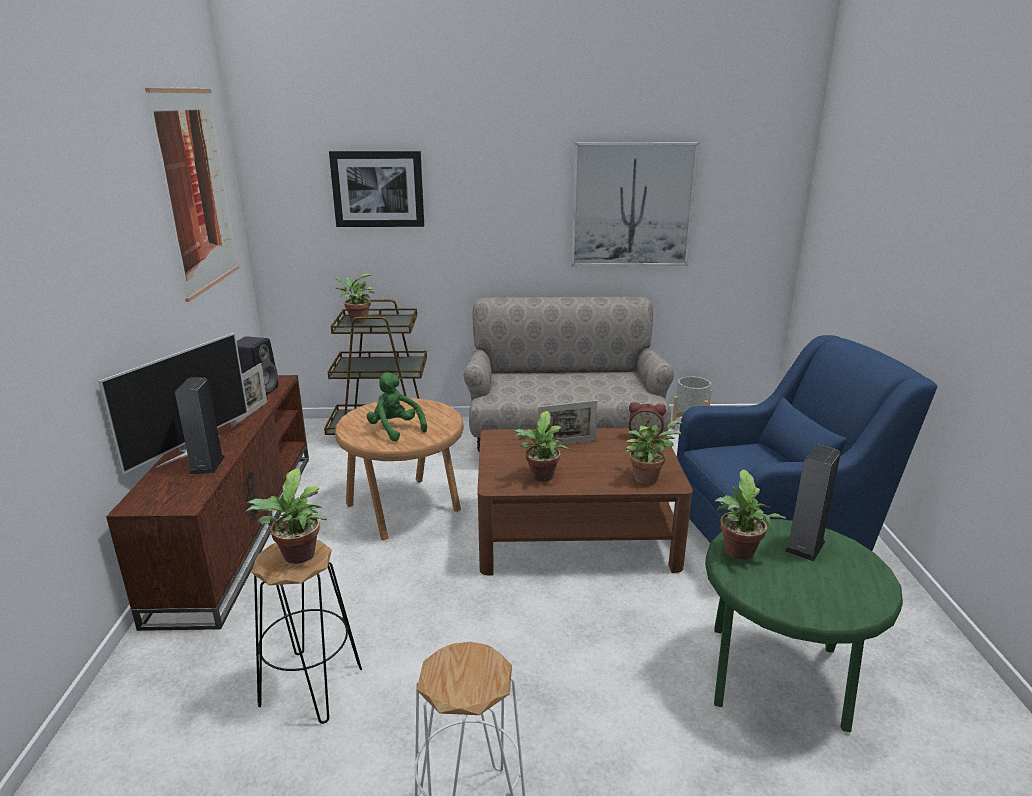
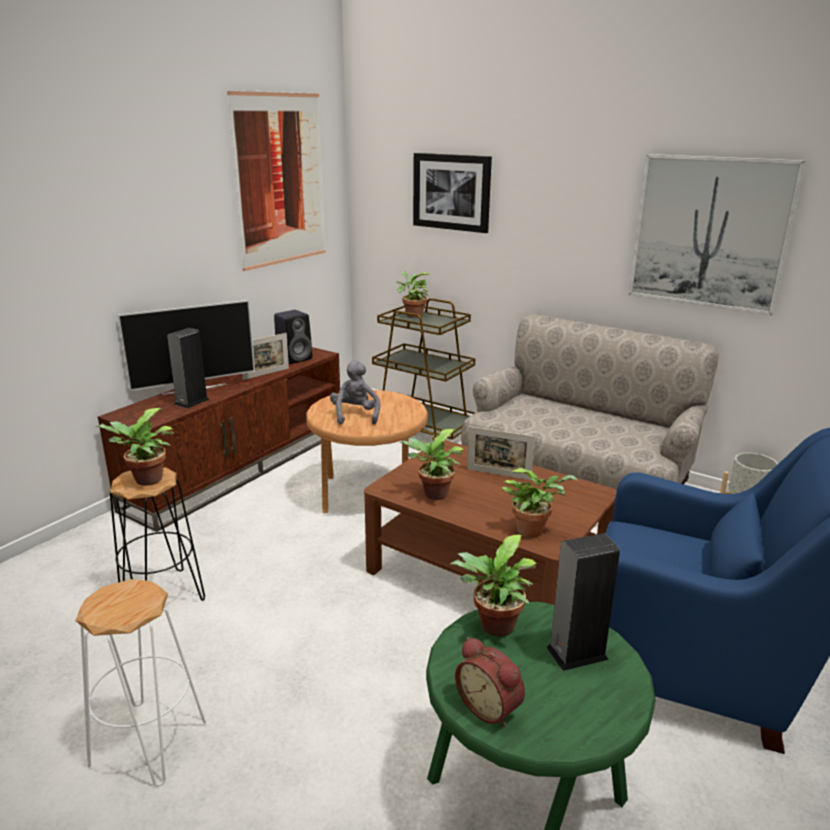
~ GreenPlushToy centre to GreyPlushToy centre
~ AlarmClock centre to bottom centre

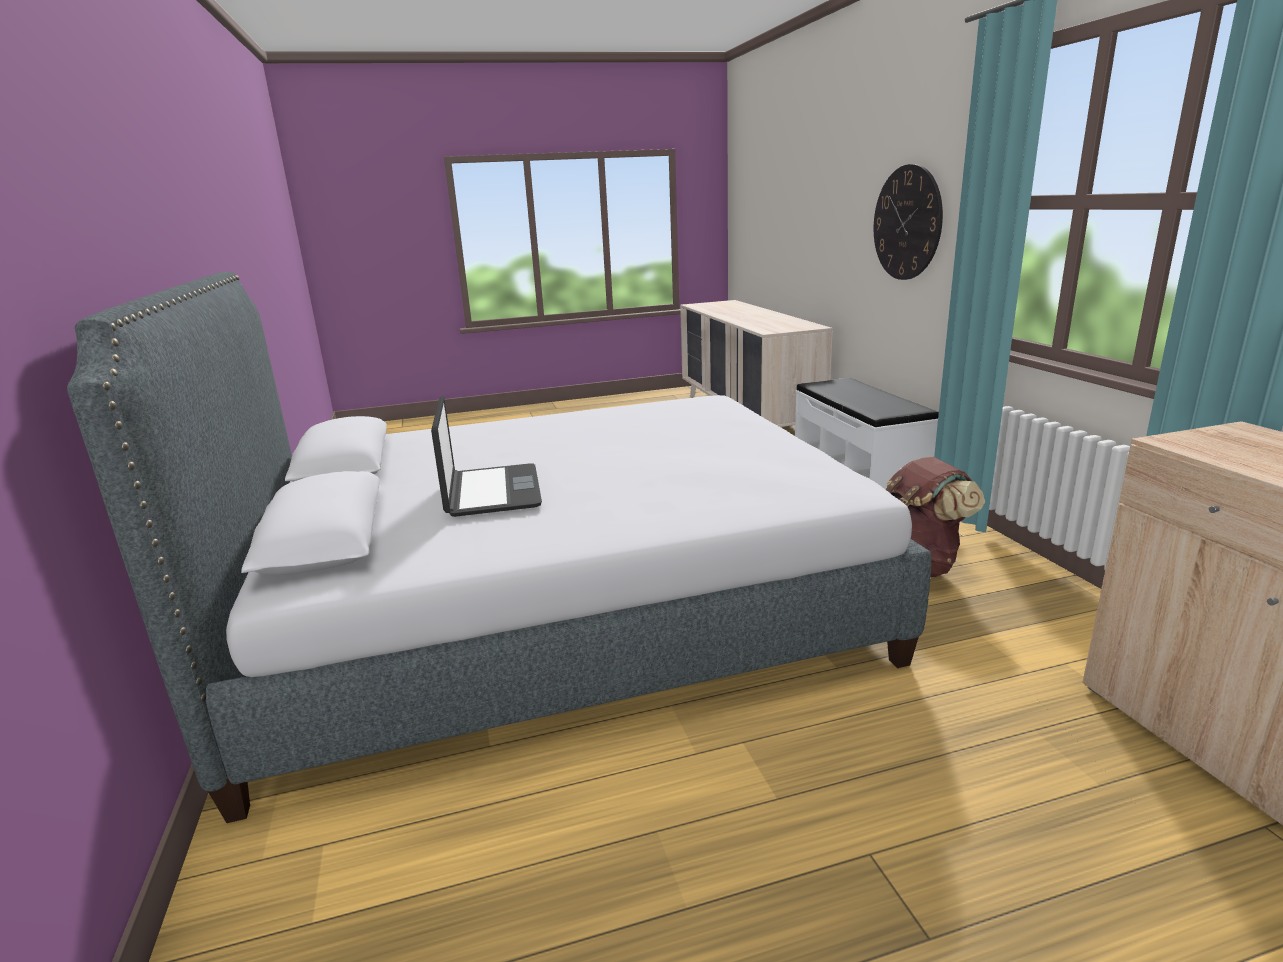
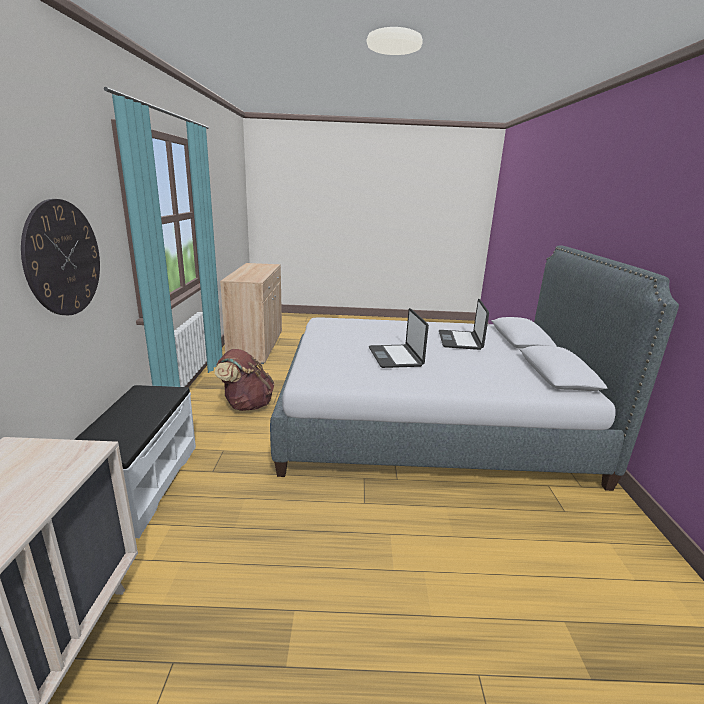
+ Laptop (1st from left) centre

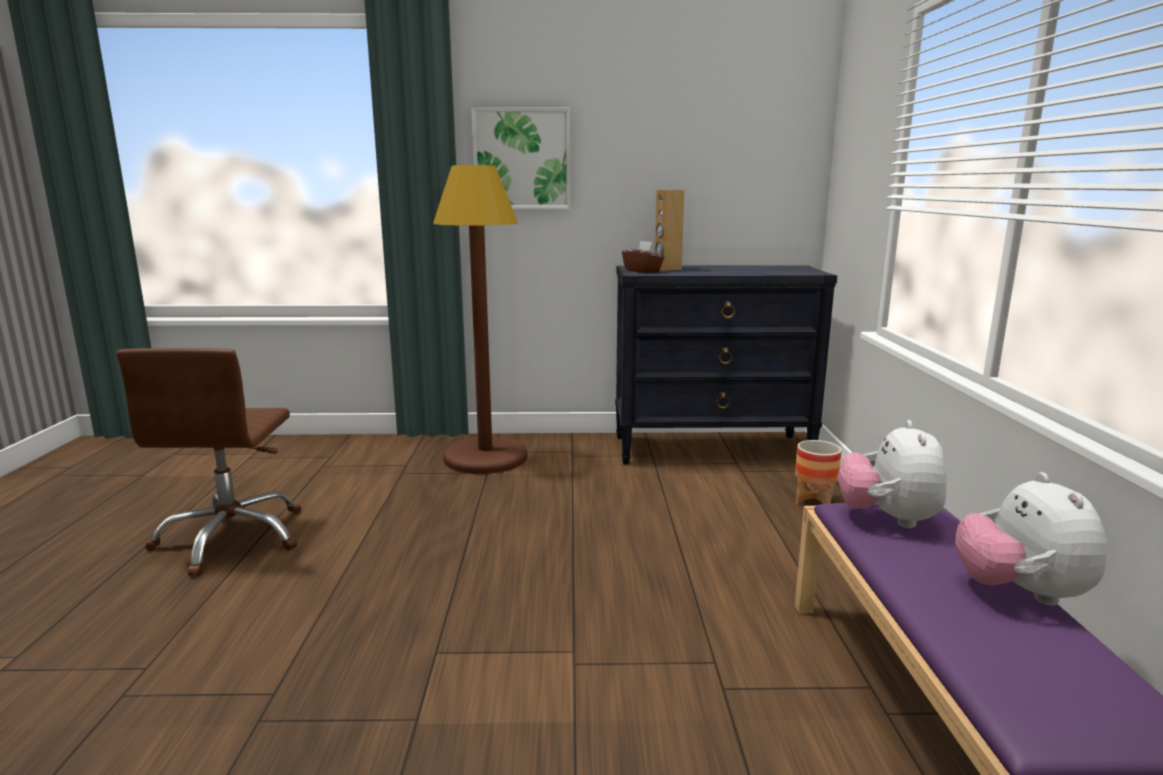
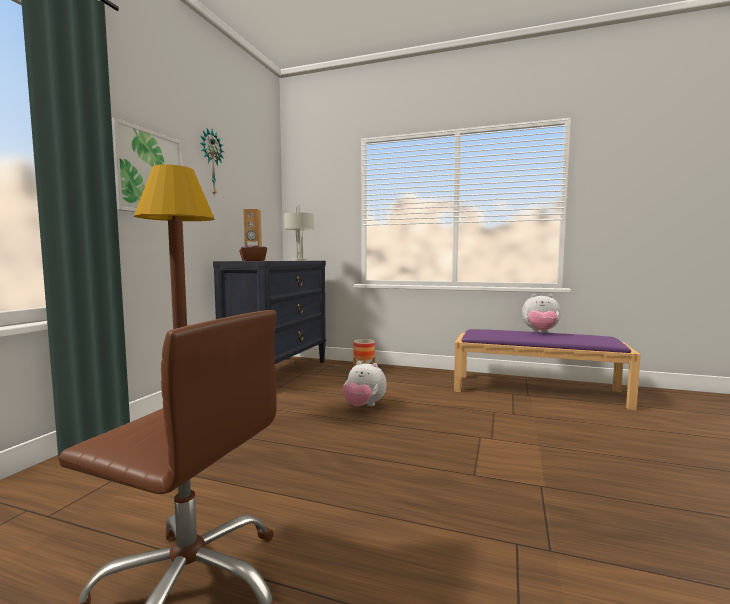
~ PlushToy (1st from left) middle right to centre
+ HangingClock top left
+ GreyTableLamp centre

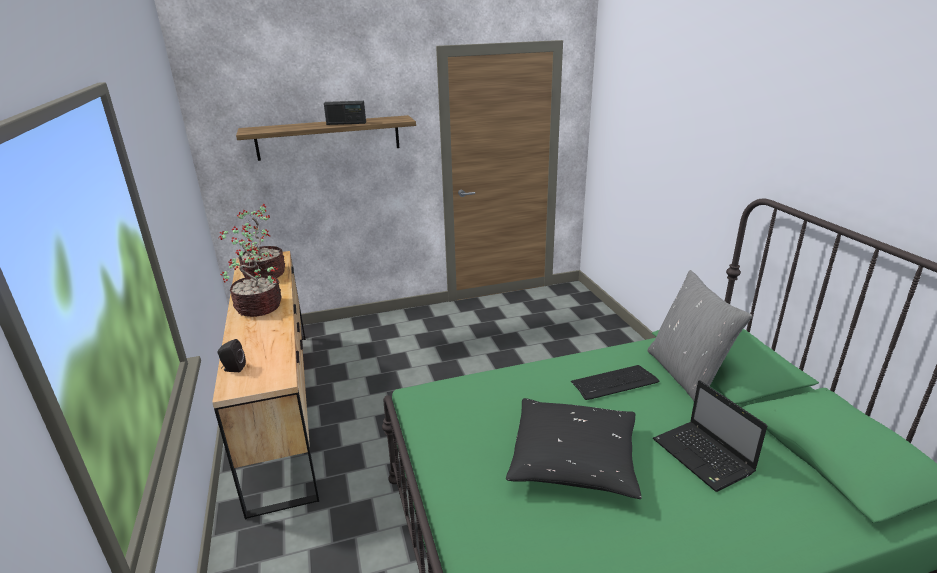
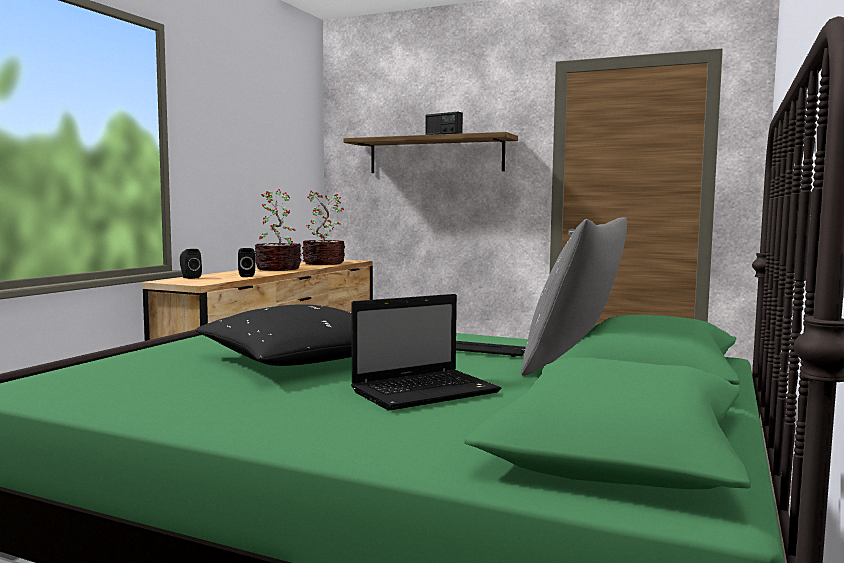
~ Laptop bottom right = centre 135 degrees counterclockwise
+ BlackishLoudspeaker (2nd from left) middle left

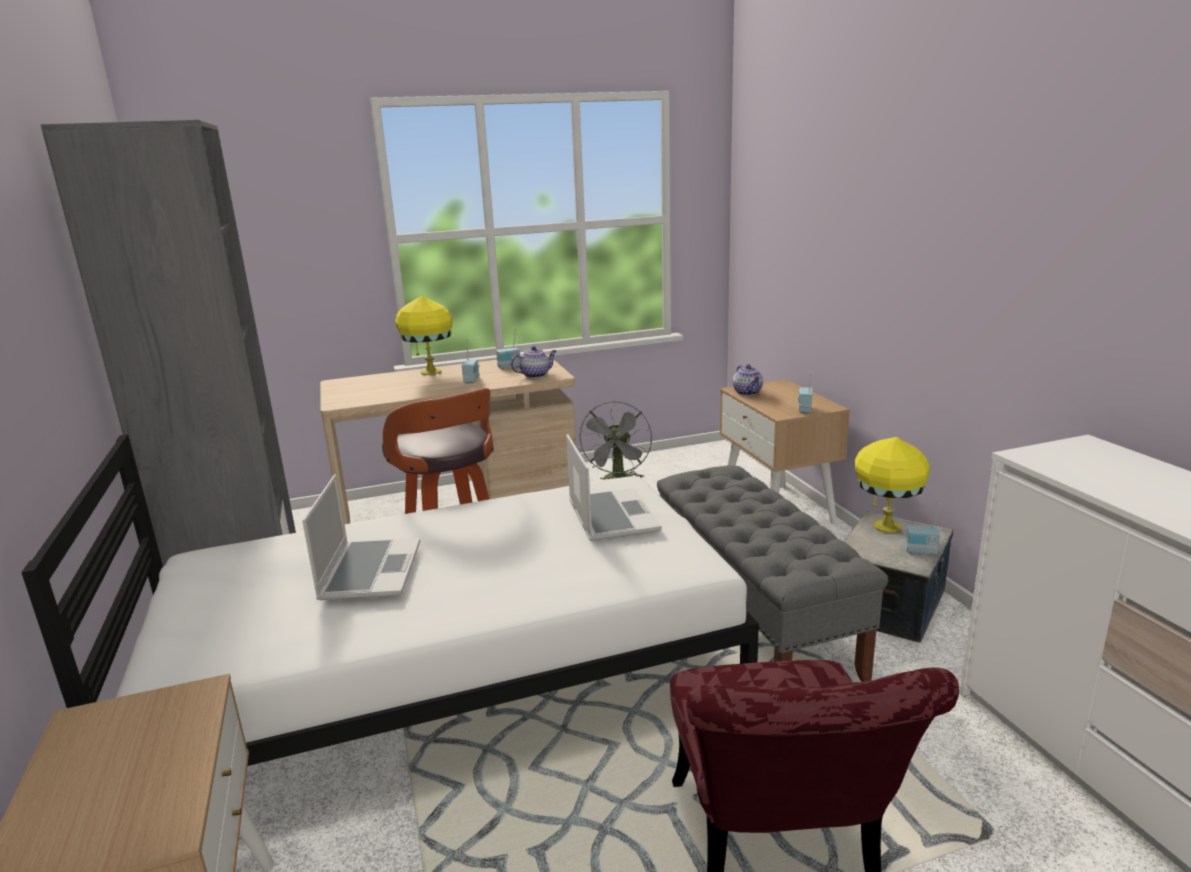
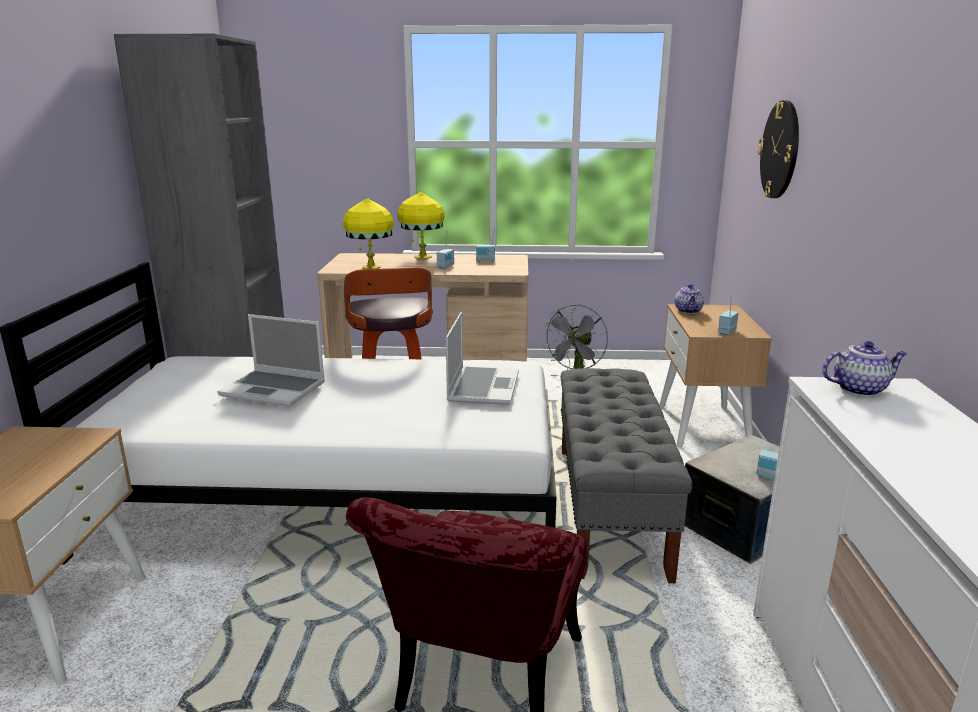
~ PotForTea (1st from left in the first image) centre to PotForTea (2nd from left) middle right
~ YellowColouredTableLamp (2nd from left in the first image) middle right to YellowColouredTableLamp (1st from left) top centre
~ Laptop (1st from left) middle left = middle left 90 degrees clockwise
+ HangingClock top right

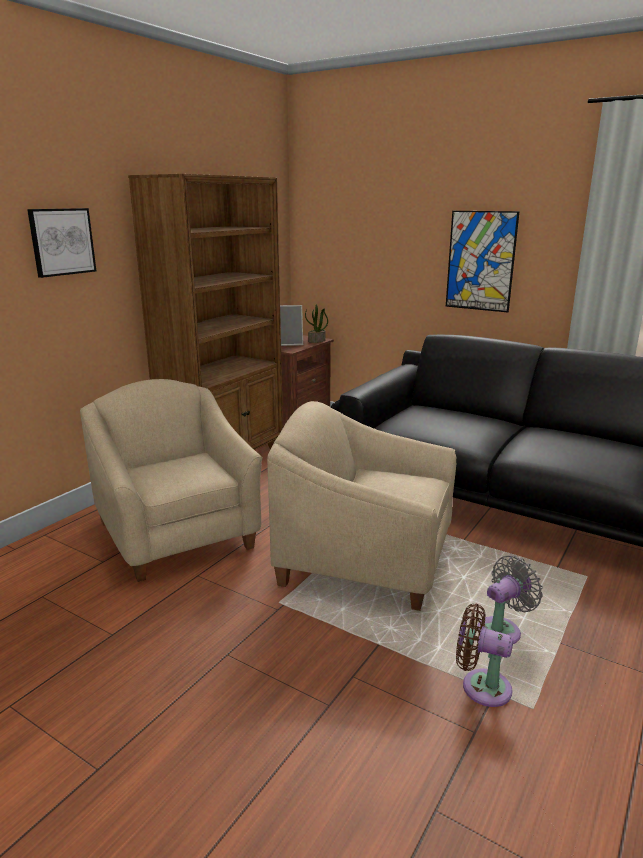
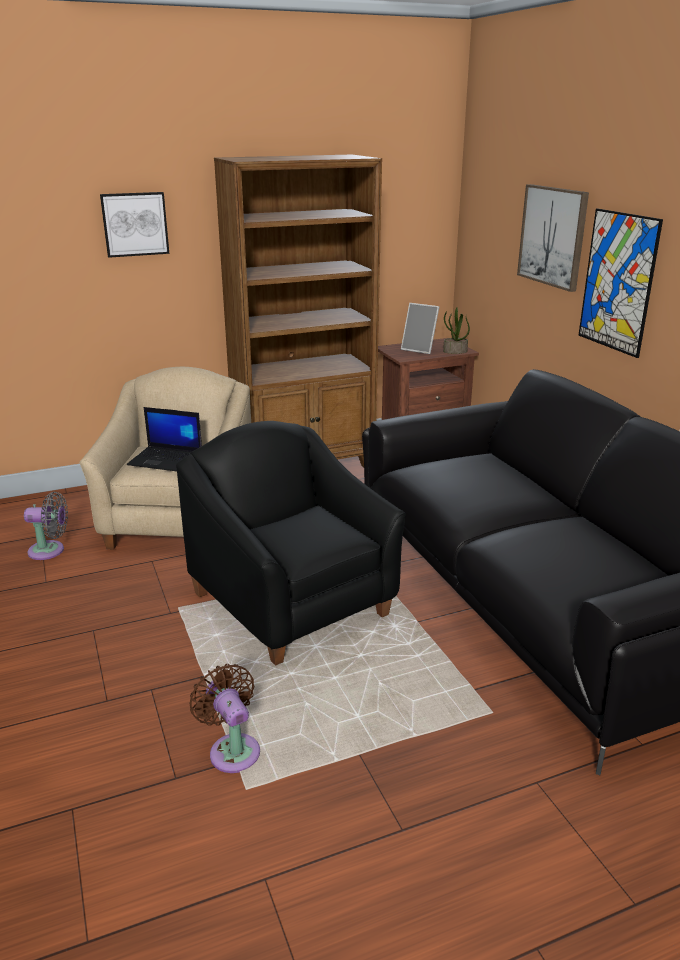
~ BeigeLoungeChair (2nd from left) centre to BlackishLoungeChair centre
~ GreyCoolingFan bottom right to middle left
+ WallArt (2nd from left) top right
+ Laptop middle left

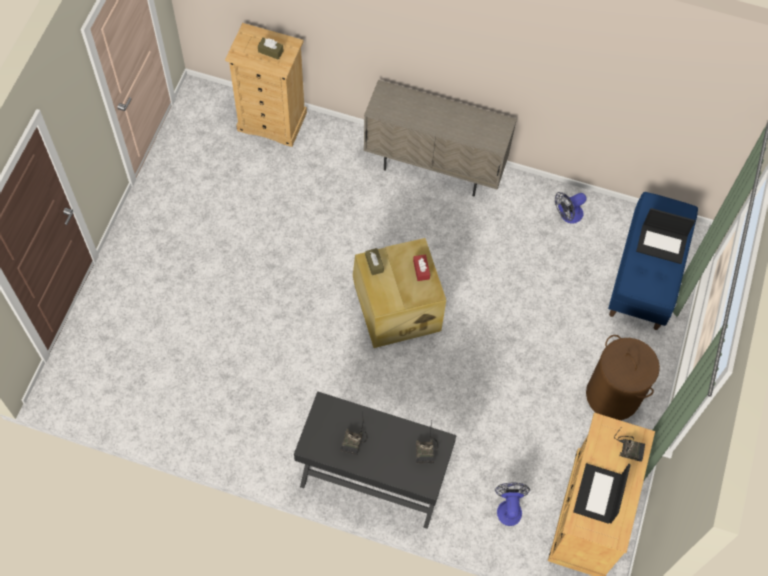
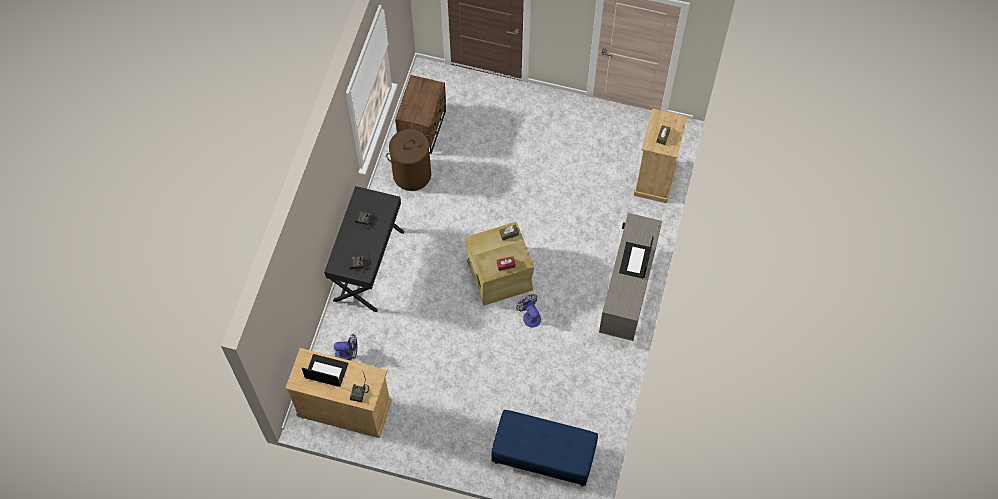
~ CoolingFan (2nd from left) middle right to centre
~ Laptop (2nd from left) middle right to centre
~ BrownHamper middle right to top centre
+ BrownBedsideTable top centre

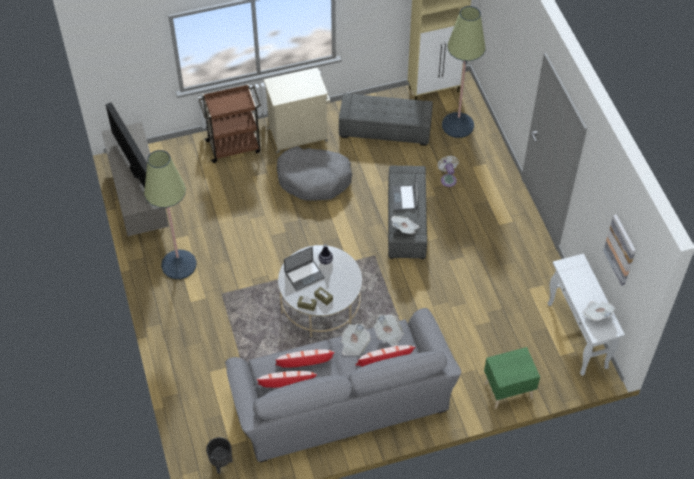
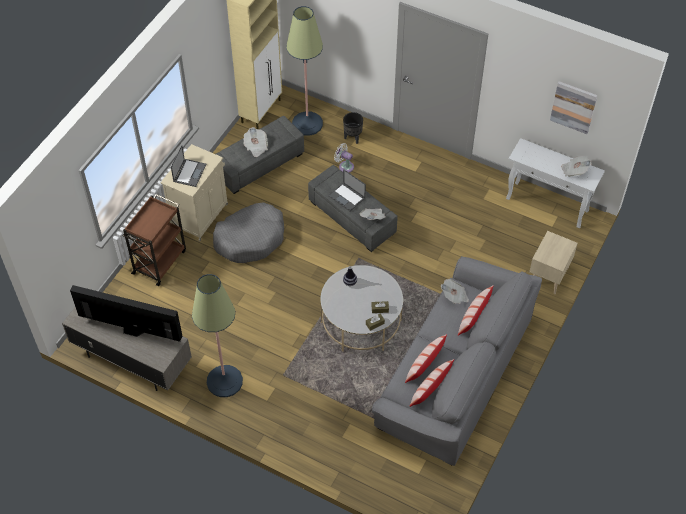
~ Laptop (1st from left) centre to top left
~ DailyPaper (1st from left) bottom centre to top centre
~ GreenBedsideTable bottom right to BeigeBedsideTable middle right
~ BlackishPlantPot bottom left to top centre

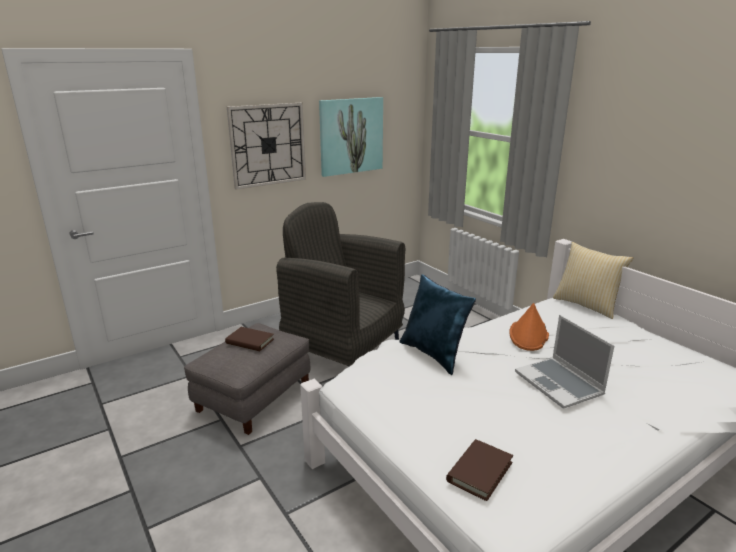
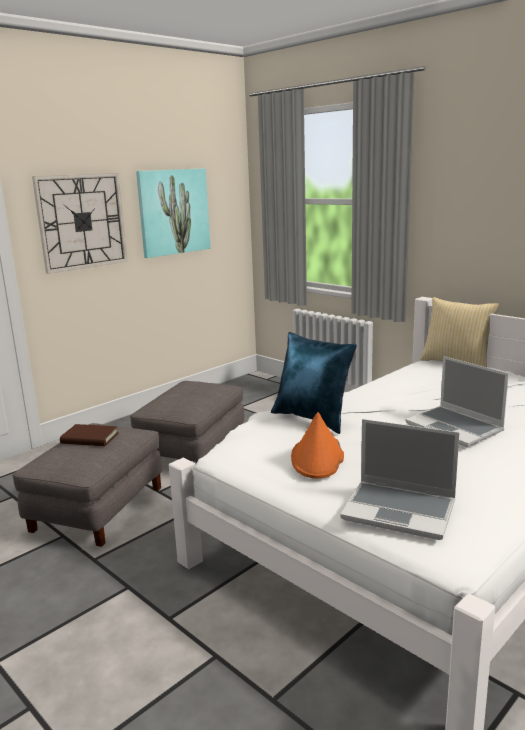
~ GreyLoungeChair centre to GreyPouffe (2nd from left) centre
~ OrangeWearableHat middle right to centre
~ BrownBook (2nd from left) bottom centre to Laptop (1st from left) middle right

